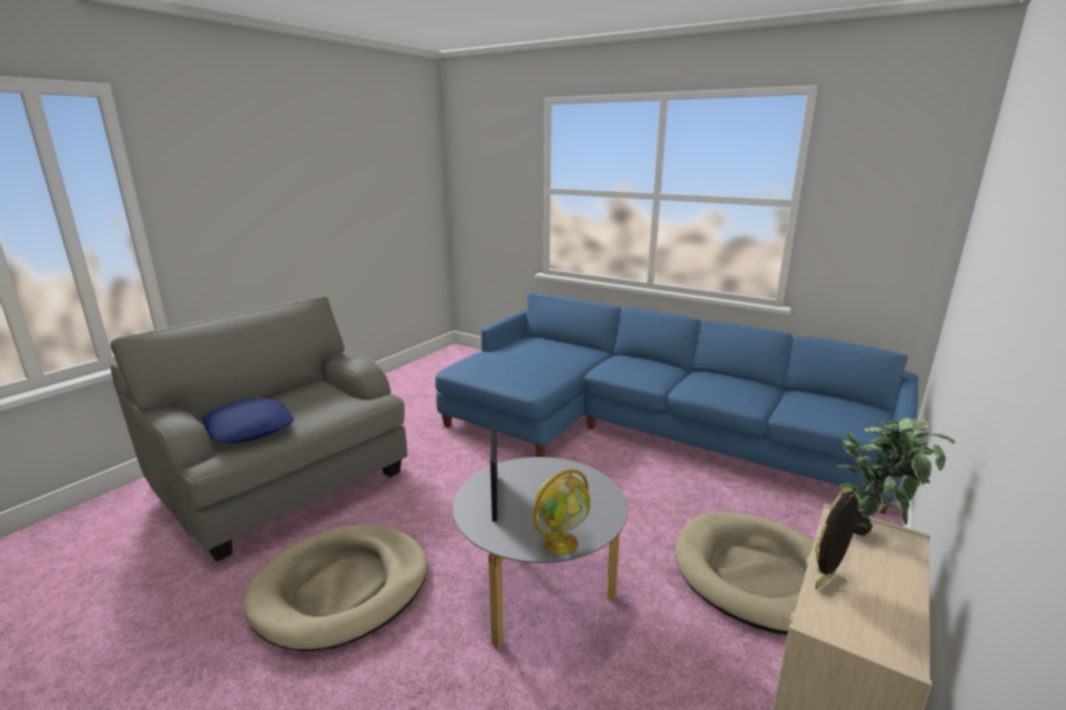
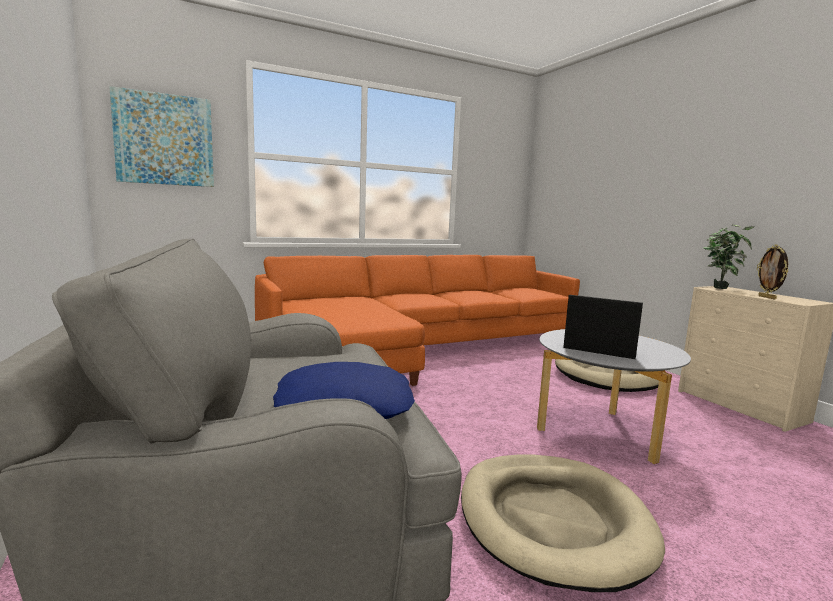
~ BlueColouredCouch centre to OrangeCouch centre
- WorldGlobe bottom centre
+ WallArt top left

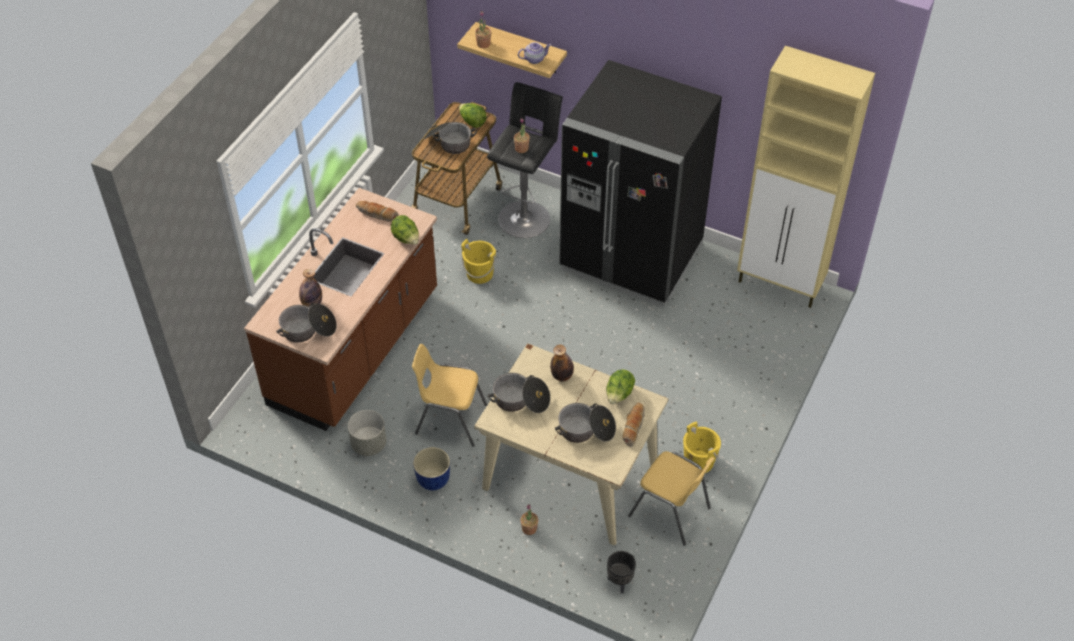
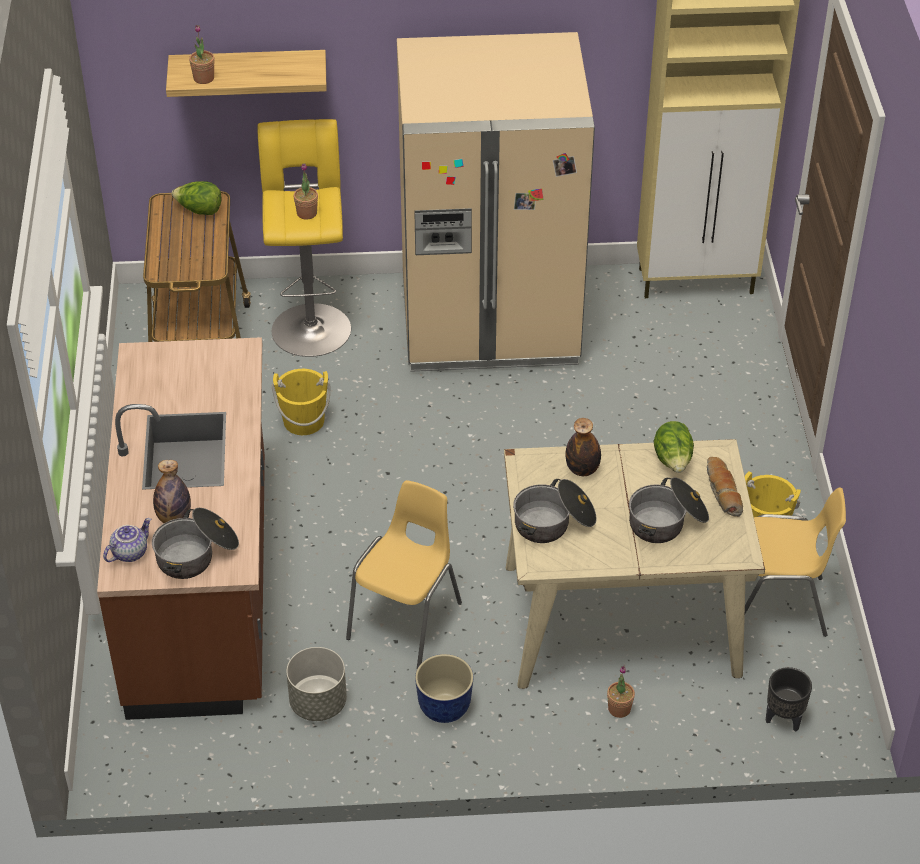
~ PotForTea top centre to middle left
~ BlackishRefrigerator top centre to BeigeRefrigerator top centre
~ BlackishStool top centre to YellowColouredStool top left
- Stockpot (2nd from left) top centre
- BakedBread (1st from left) top centre
- LettuceHead (1st from left) centre
~ YellowColouredUprightChair (1st from left) centre = centre 135 degrees clockwise

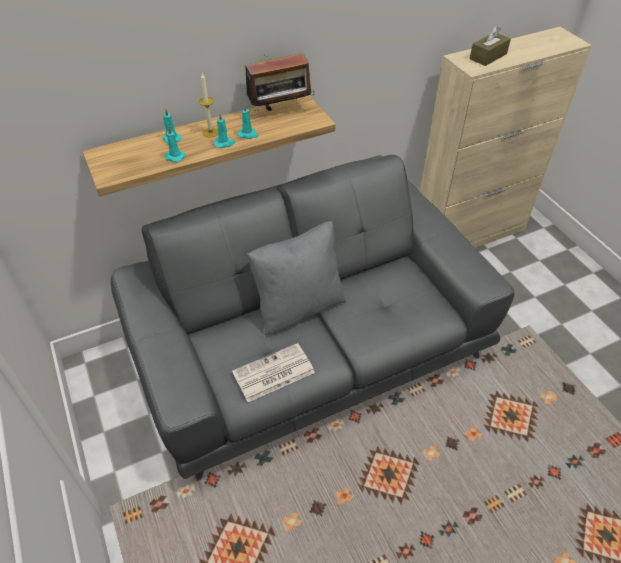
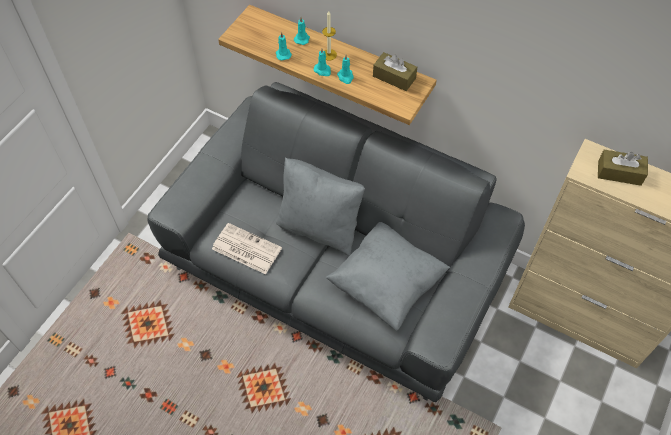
~ RadioReceiver top centre to BrownBoxOfTissues (1st from left) top centre
+ GreyCushion (2nd from left) centre

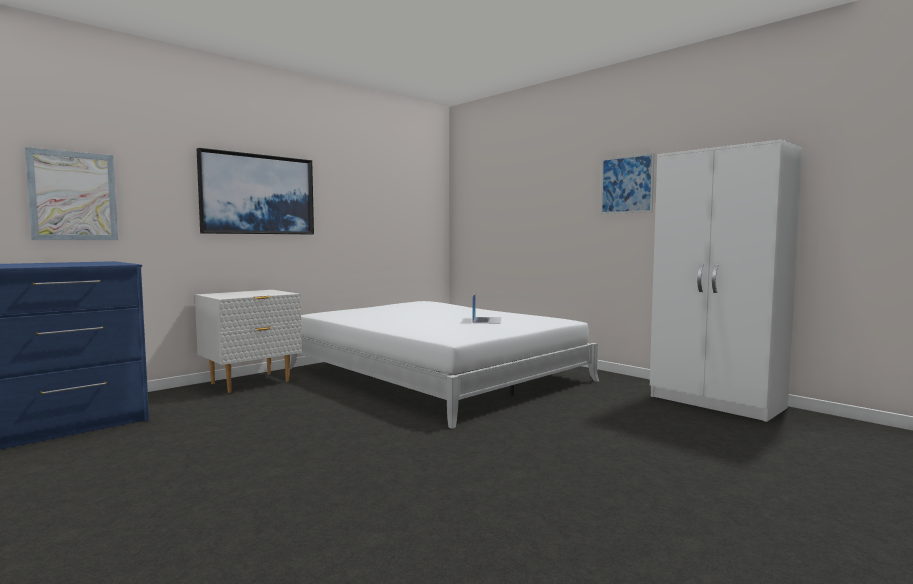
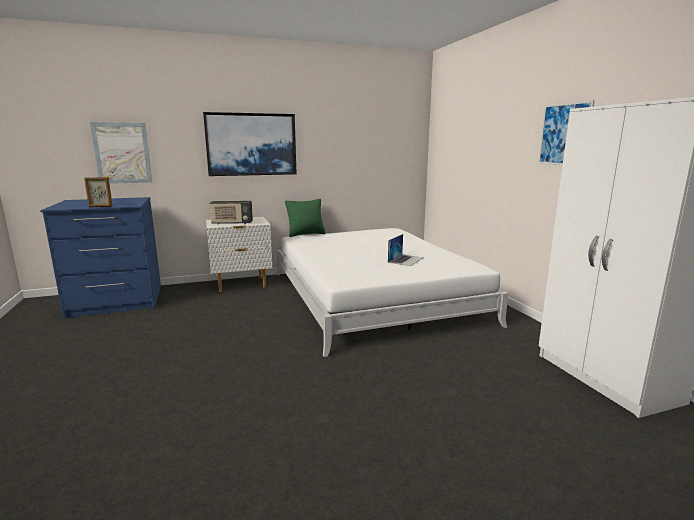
+ PhotoFrame middle left
+ GreenCushion centre
+ RadioReceiver middle left

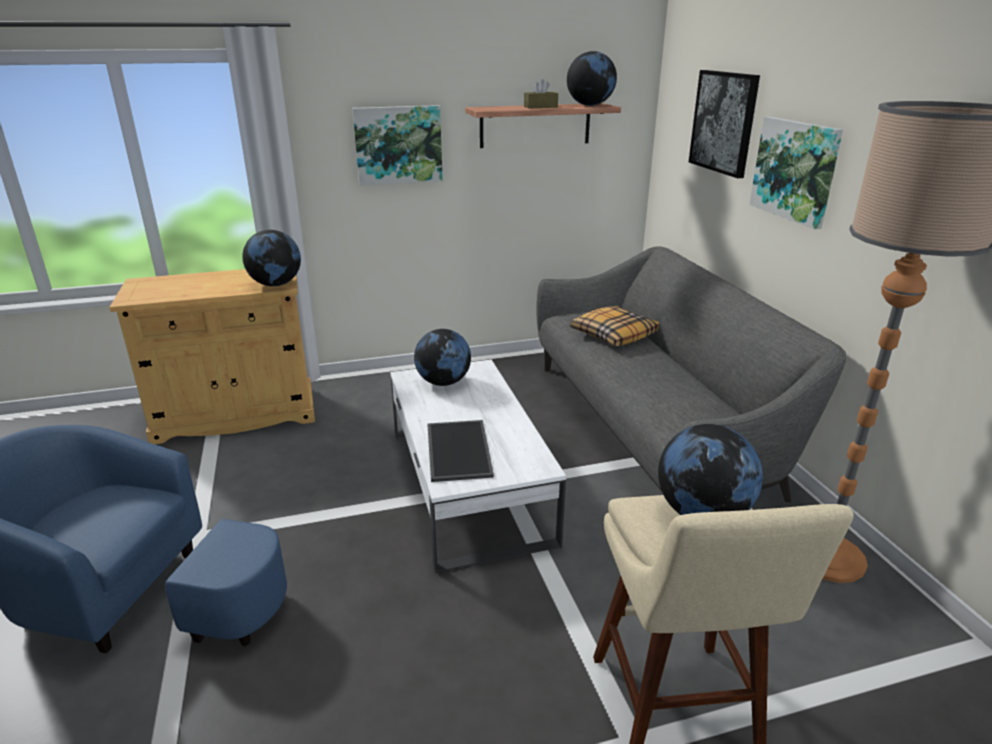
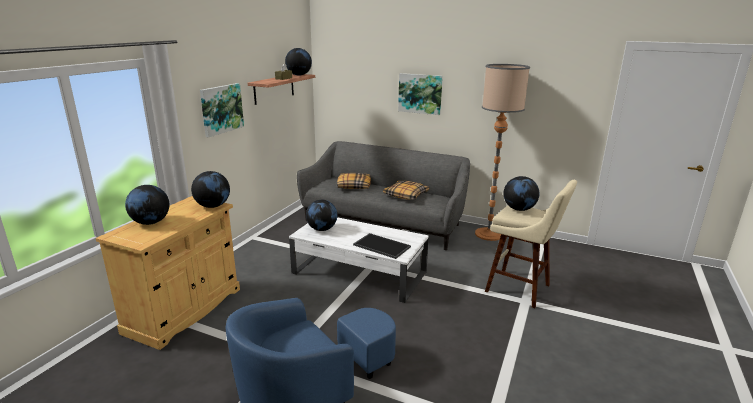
- WallArt (2nd from left) top right
+ Cushion (2nd from left) centre
+ WorldGlobe (1st from left) middle left

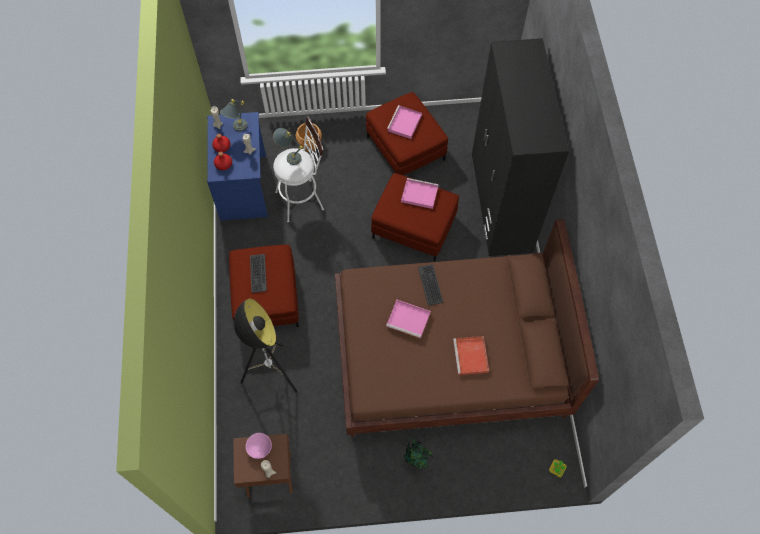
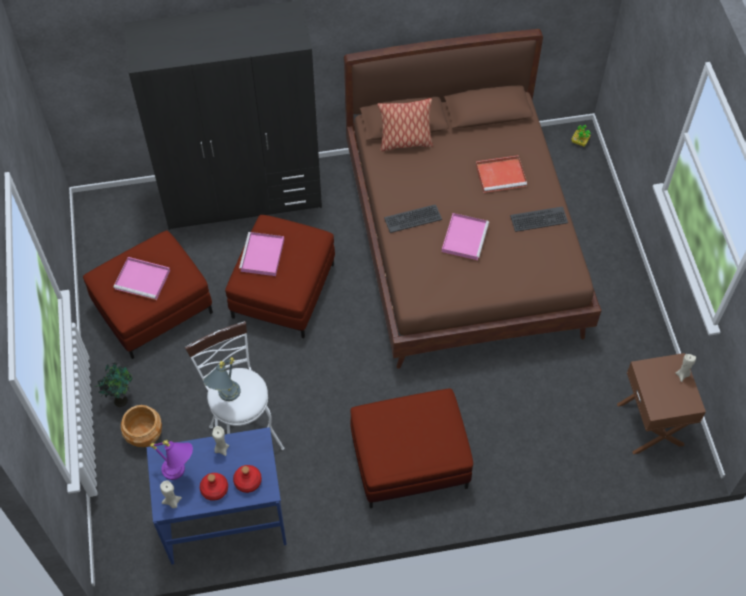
~ GreyTableLamp (1st from left) top left to PurplishTableLamp bottom left
~ Keyboard (1st from left in the first image) centre to Keyboard (2nd from left) middle right
- FloorLamp centre
- PinkishBowl bottom centre
~ PlantInAPot (1st from left) bottom centre to middle left
+ Cushion top centre

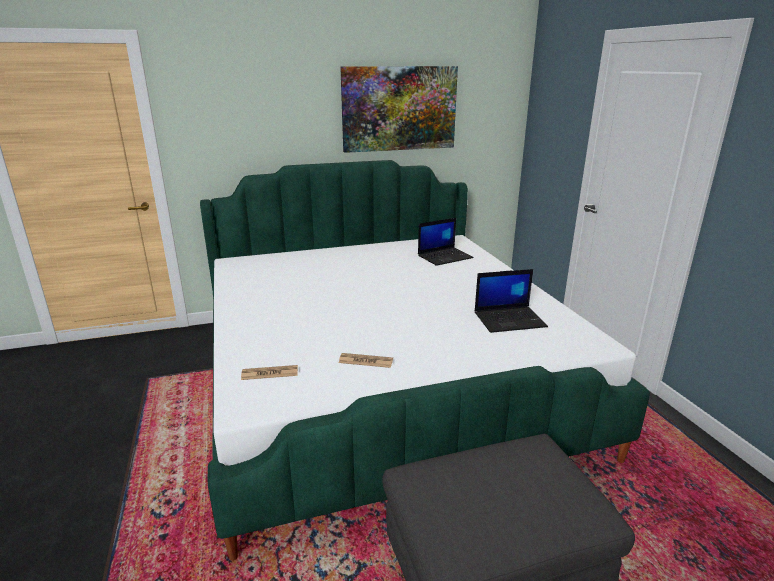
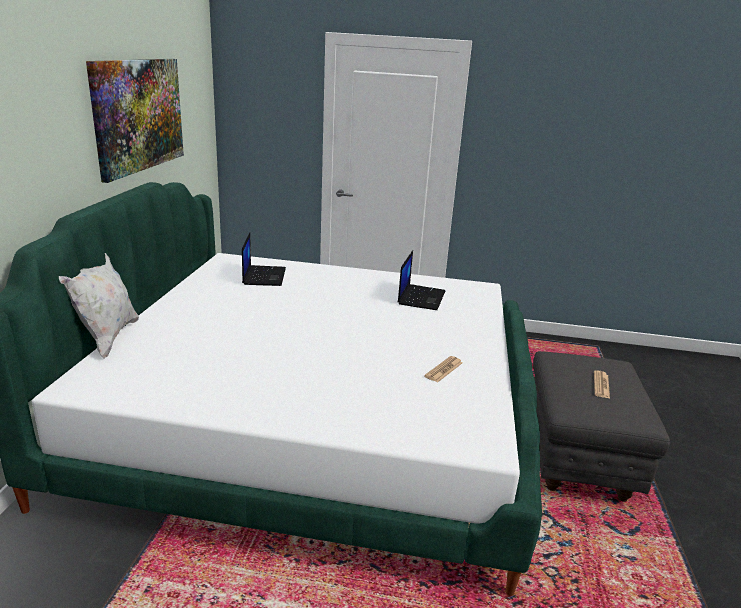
~ DailyPaper (1st from left in the first image) centre to DailyPaper (2nd from left) middle right
+ WhitishCushion middle left

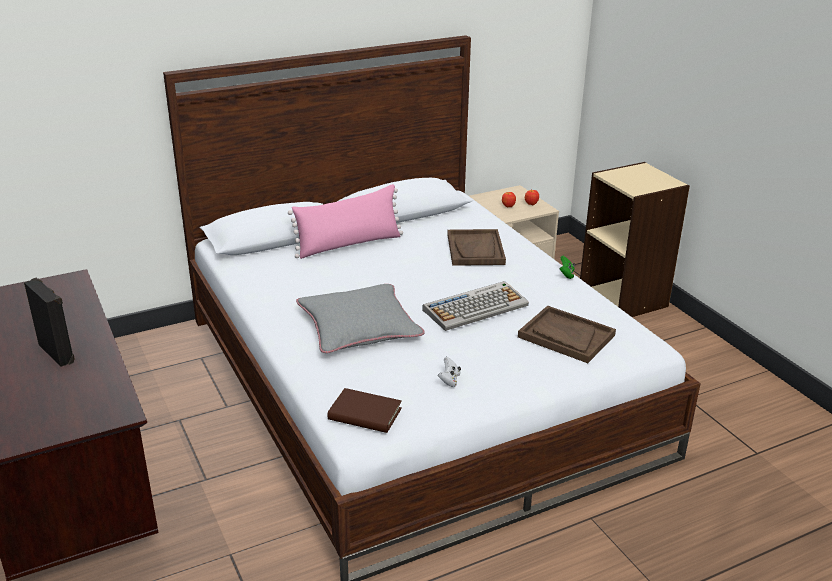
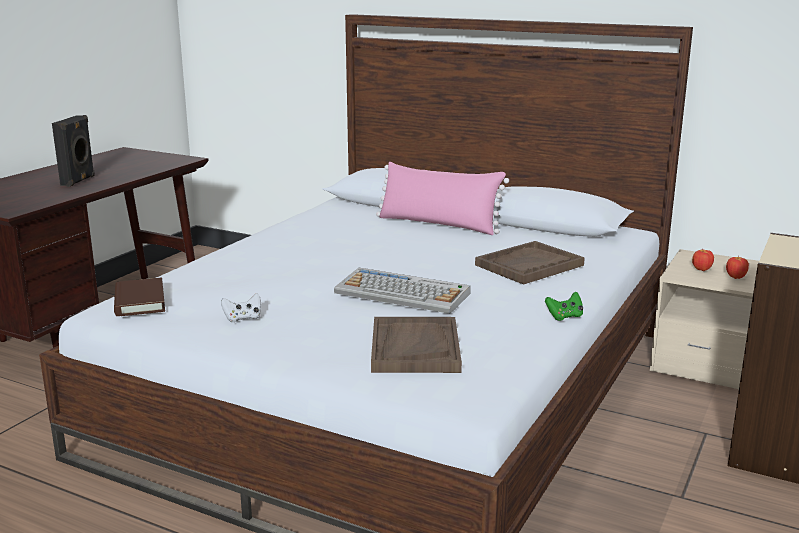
- GreyCushion centre

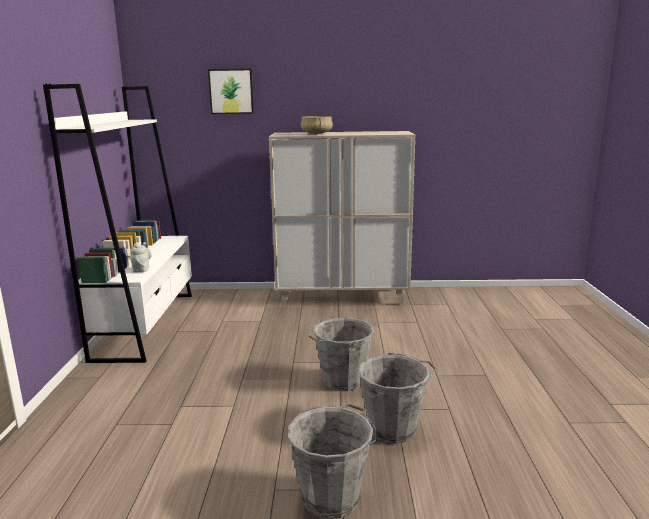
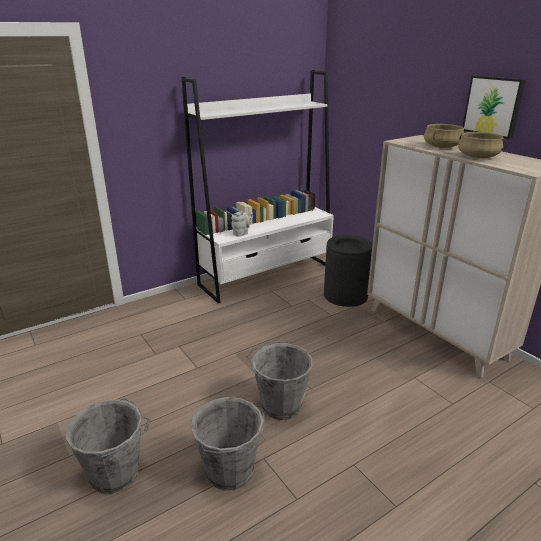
~ WallArt top centre to top right
+ BeigeStockpot (2nd from left) top right
+ BlackishRubbishBin centre

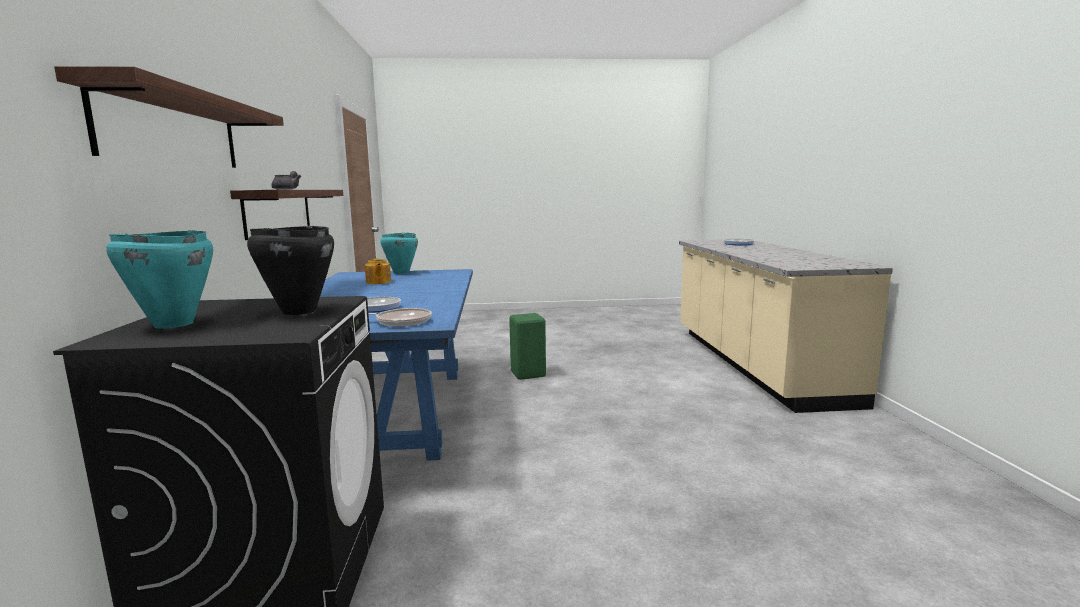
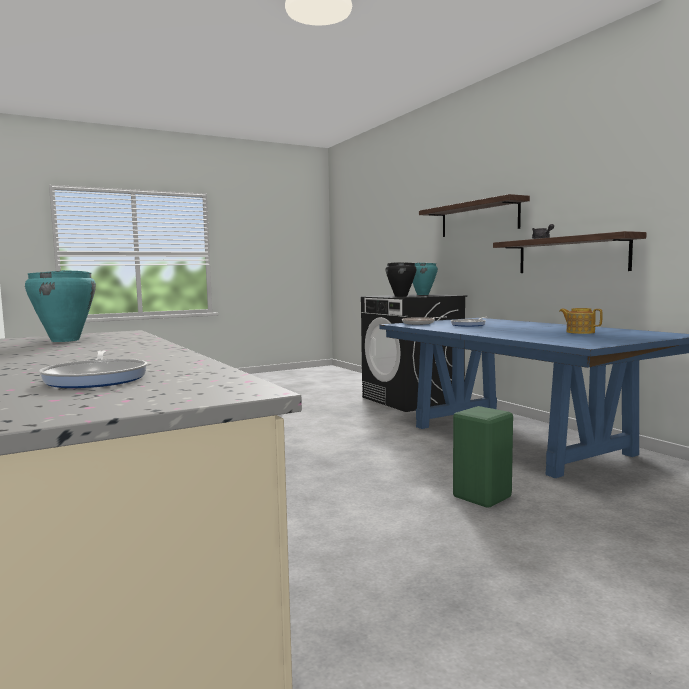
~ TurquoiseColouredStockpot (2nd from left in the first image) centre to TurquoiseColouredStockpot (1st from left) middle left

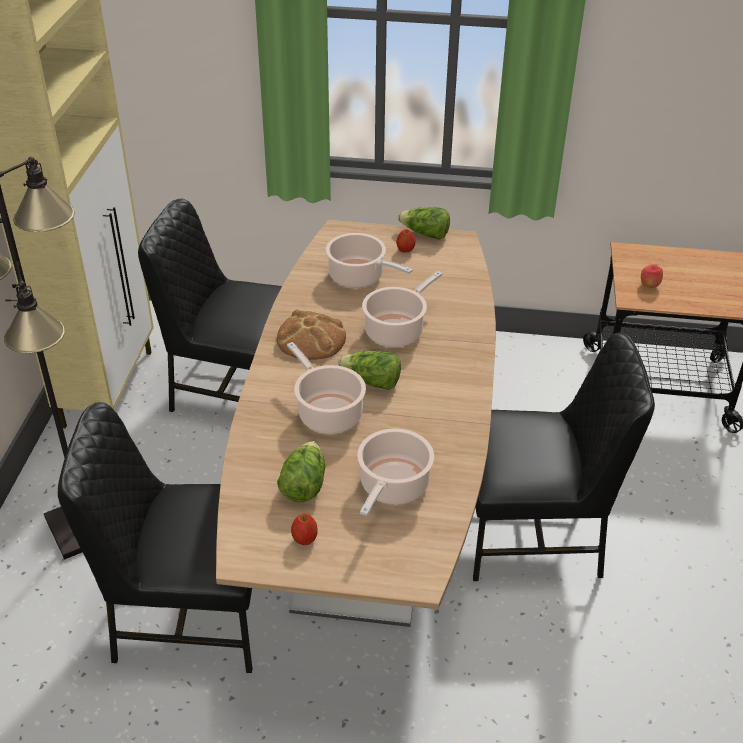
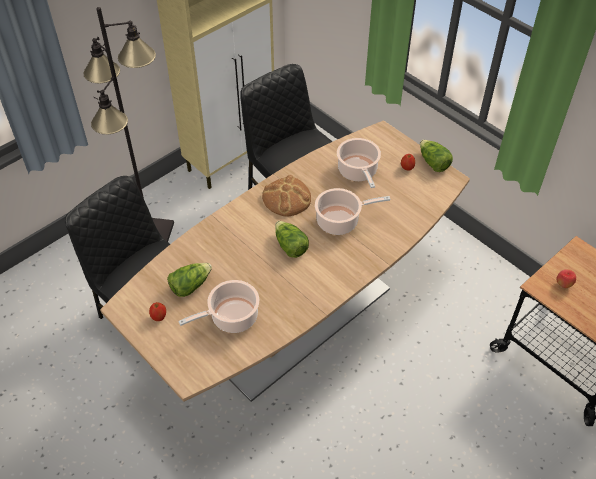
- BlackishUprightChair (3rd from left) middle right
- Stockpot (1st from left) centre

